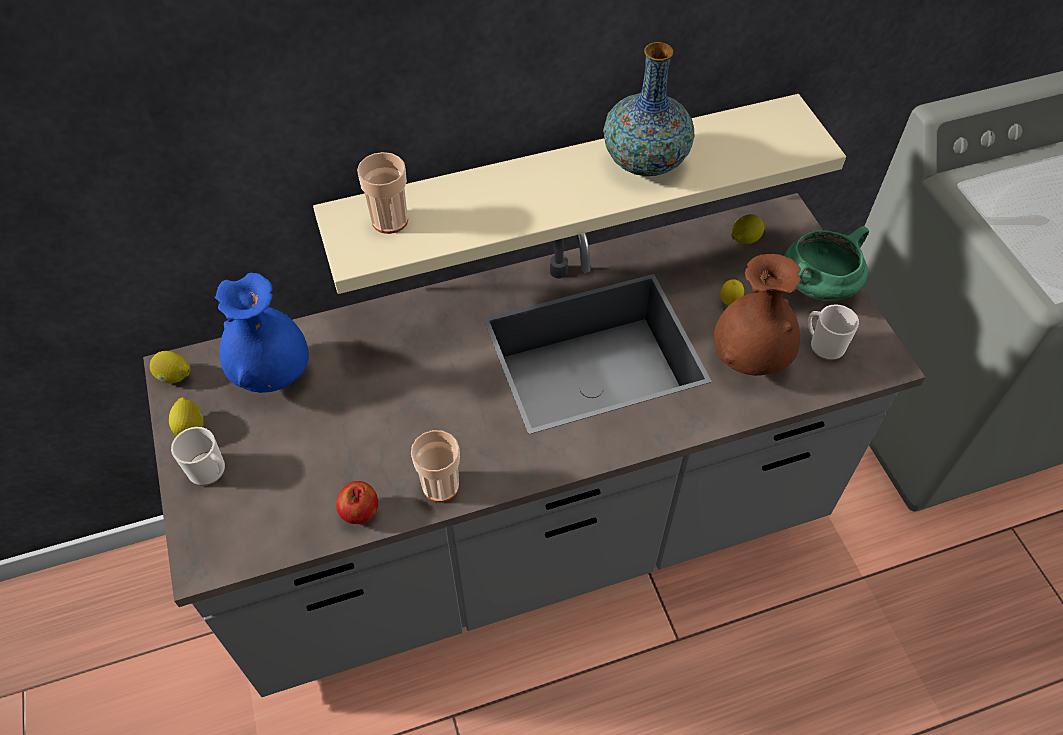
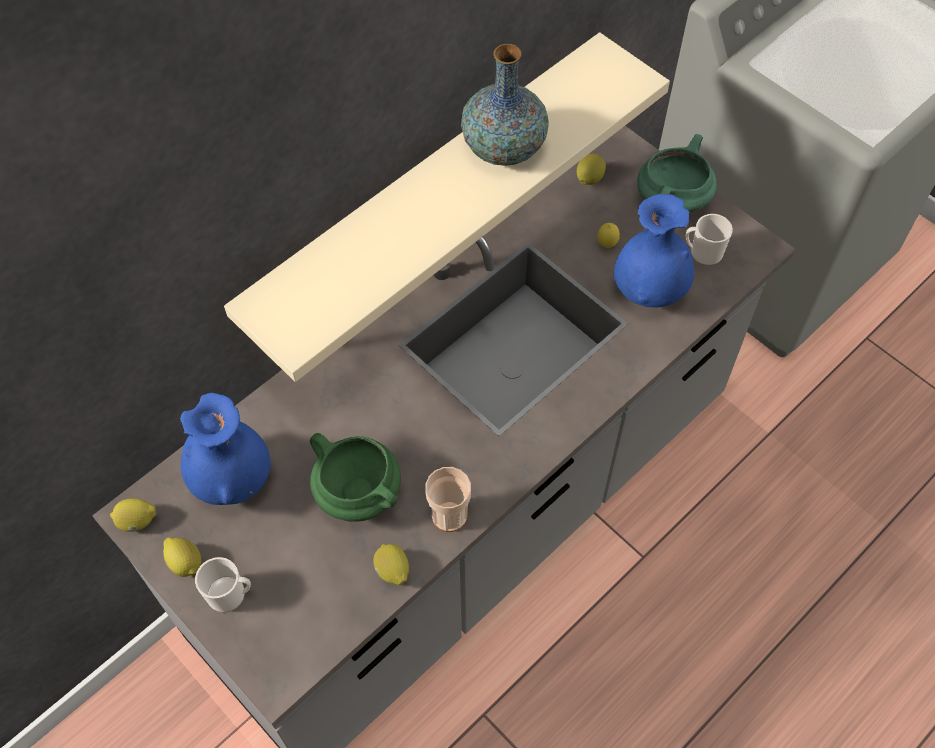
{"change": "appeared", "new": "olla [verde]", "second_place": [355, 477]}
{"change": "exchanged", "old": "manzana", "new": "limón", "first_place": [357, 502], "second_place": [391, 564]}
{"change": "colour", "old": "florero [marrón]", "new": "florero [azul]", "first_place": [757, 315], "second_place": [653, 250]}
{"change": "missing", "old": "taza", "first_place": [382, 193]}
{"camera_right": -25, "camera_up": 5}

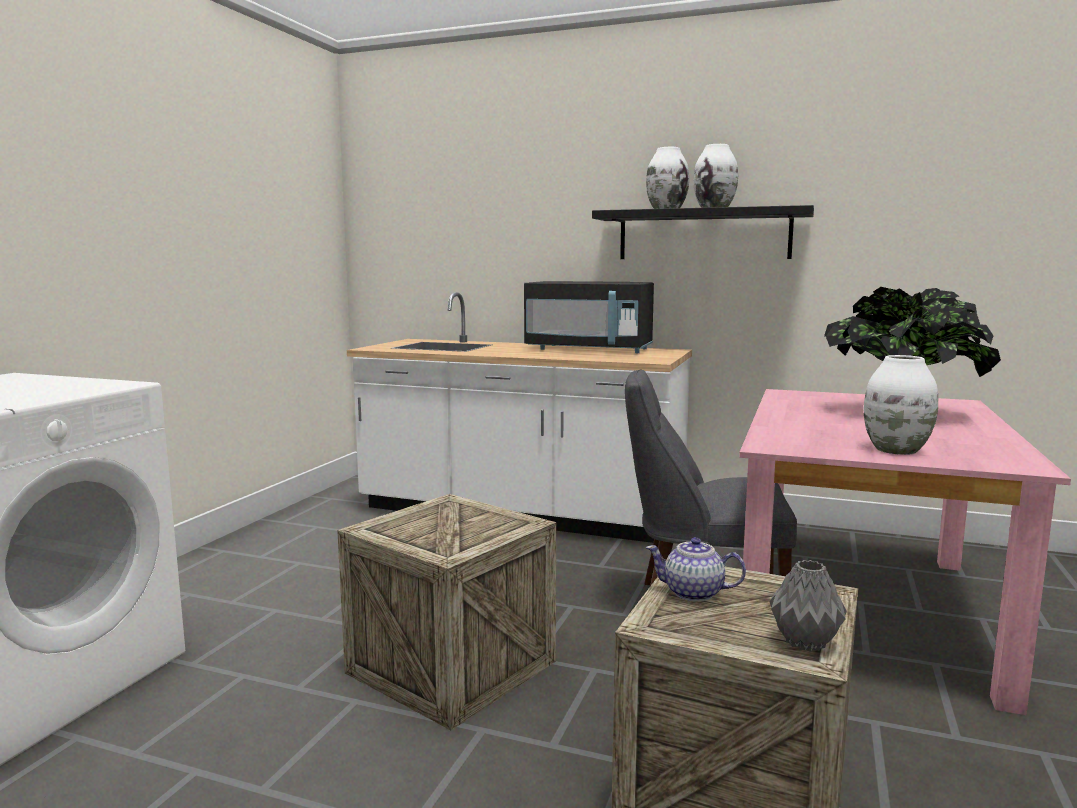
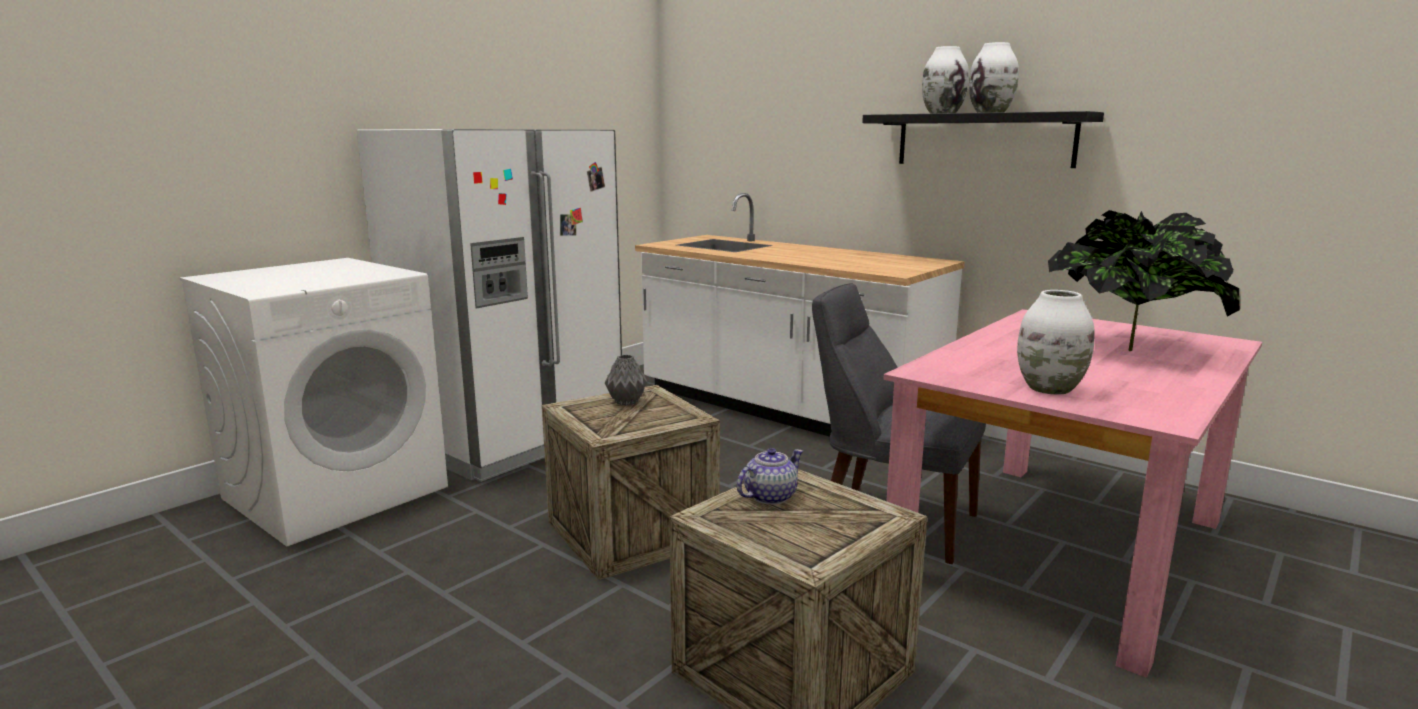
{"change": "appeared", "new": "nevera [blanco]", "second_place": [489, 305]}
{"change": "relocated", "old": "florero [gris]", "first_place": [808, 606], "second_place": [626, 380]}
{"change": "spun", "old": "tetera", "first_place": [696, 569], "second_place": [770, 476], "degrees": 105}
{"change": "missing", "old": "microondas [negro]", "first_place": [589, 317]}
{"camera_right": 20, "camera_up": 5}

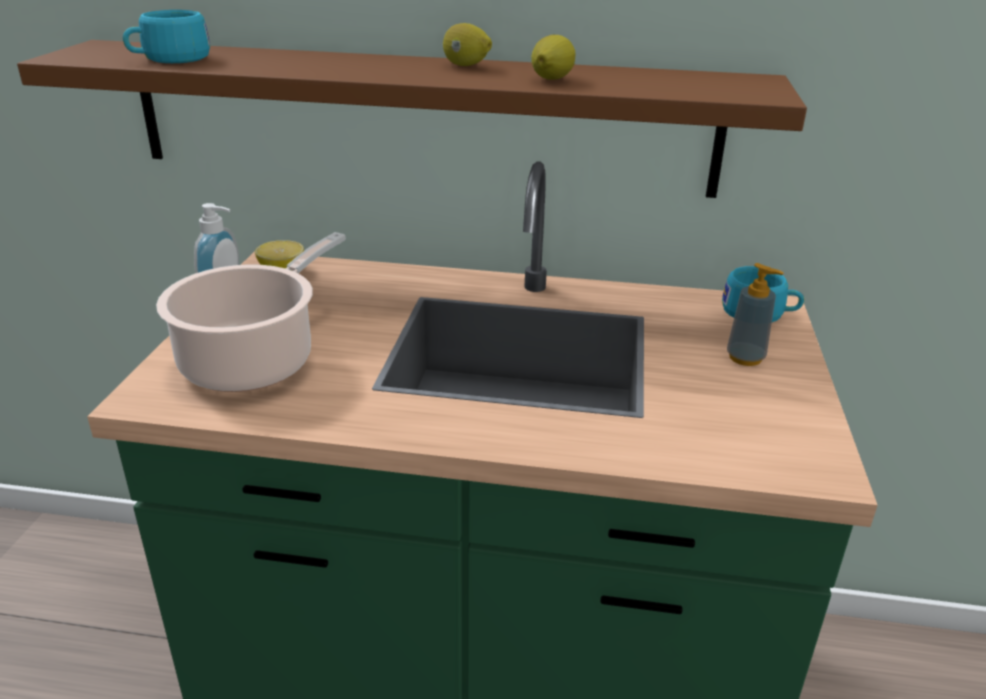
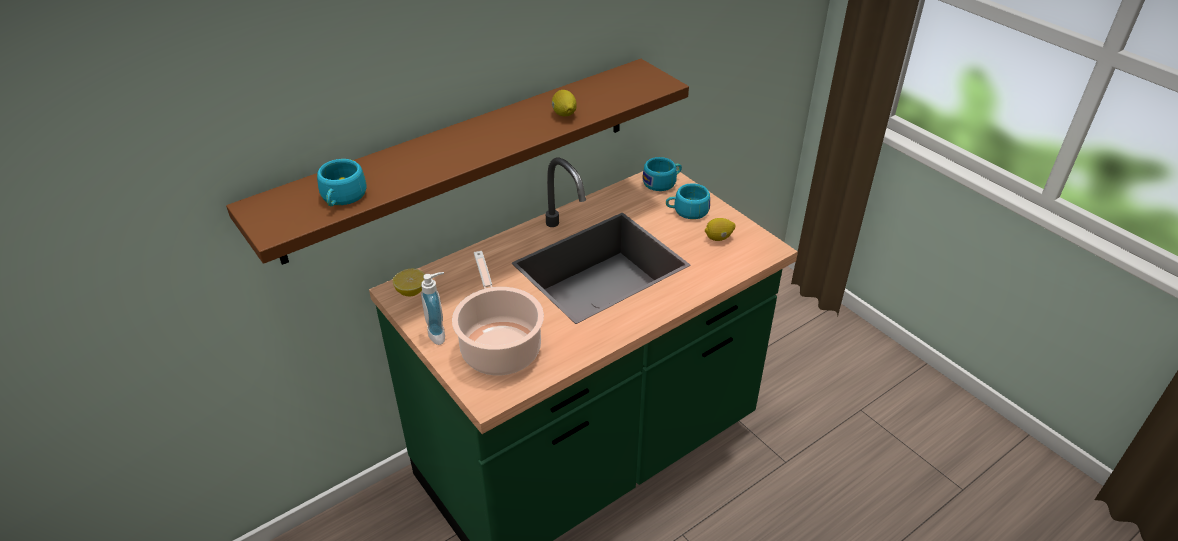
{"change": "exchanged", "old": "dispensador de jabón", "new": "taza [turquesa]", "first_place": [755, 314], "second_place": [688, 201]}
{"change": "relocated", "old": "limón", "first_place": [467, 44], "second_place": [720, 229]}
{"camera_right": -45, "camera_up": 10}

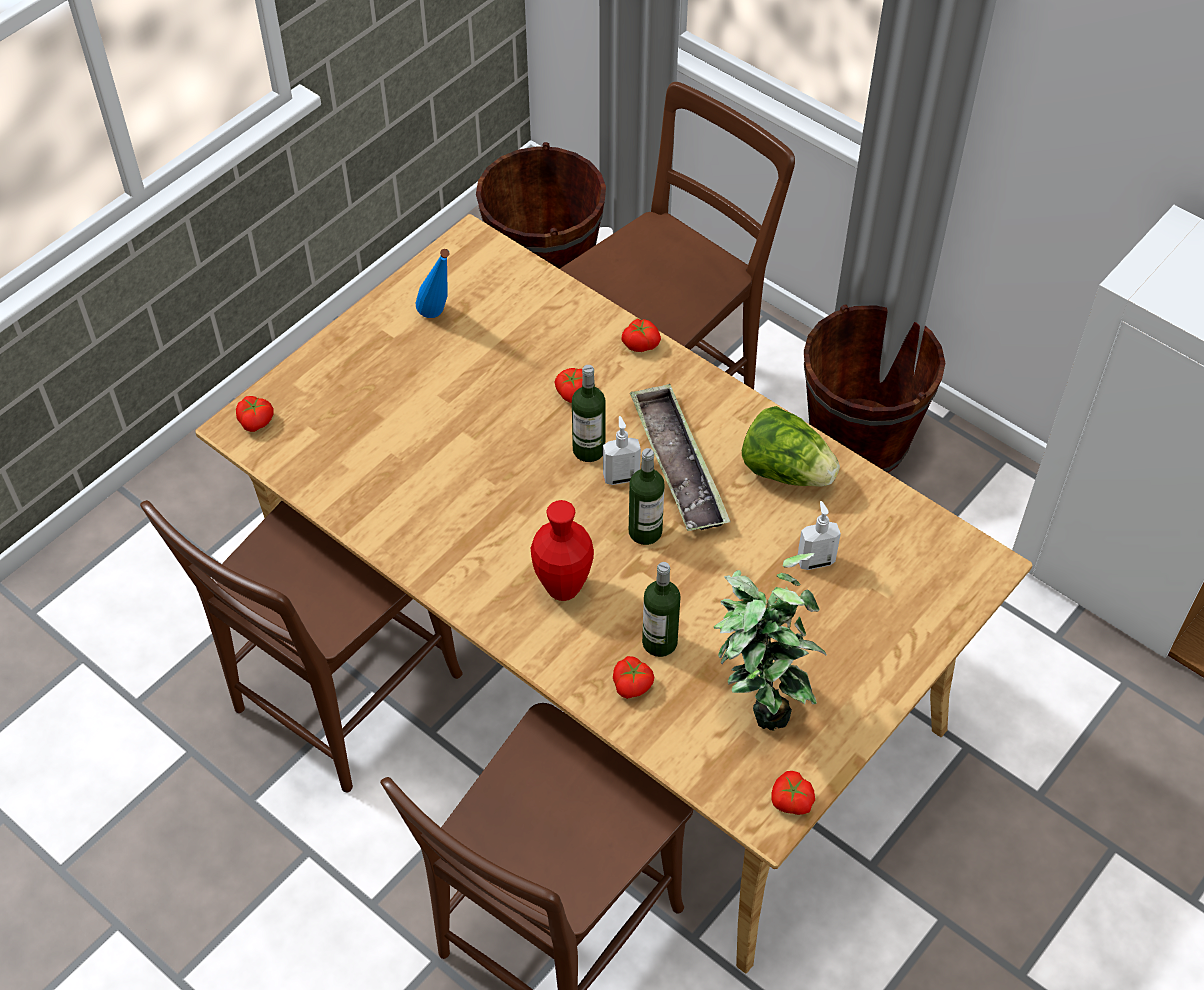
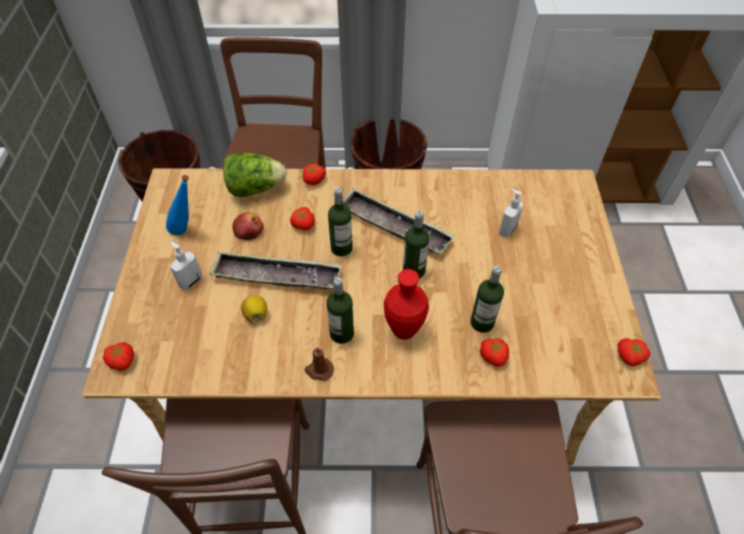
{"change": "relocated", "old": "dispensador de jabón", "first_place": [622, 450], "second_place": [186, 266]}
{"change": "appeared", "new": "bandeja", "second_place": [275, 270]}
{"change": "relocated", "old": "lechuga", "first_place": [791, 446], "second_place": [254, 175]}
{"change": "appeared", "new": "manzana", "second_place": [247, 226]}
{"change": "appeared", "new": "limón", "second_place": [254, 309]}
{"change": "appeared", "new": "vela [marrón]", "second_place": [319, 364]}
{"change": "appeared", "new": "botella", "second_place": [340, 310]}
{"change": "missing", "old": "planta en maceta", "first_place": [770, 642]}
{"camera_right": -40, "camera_up": 0}

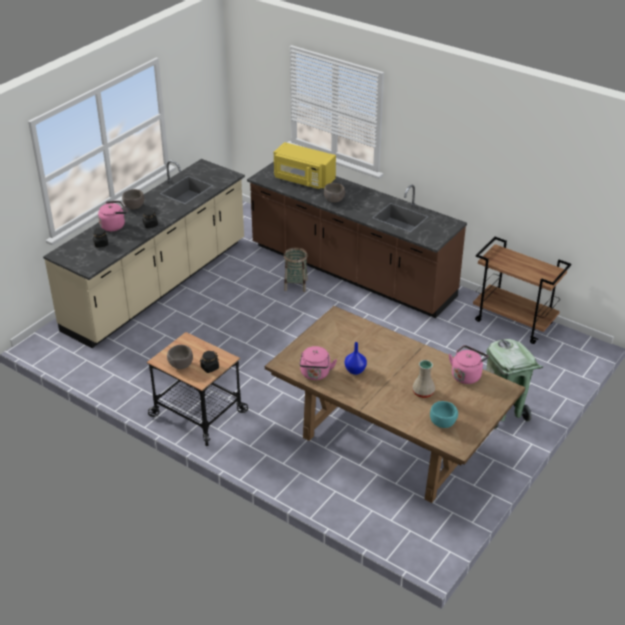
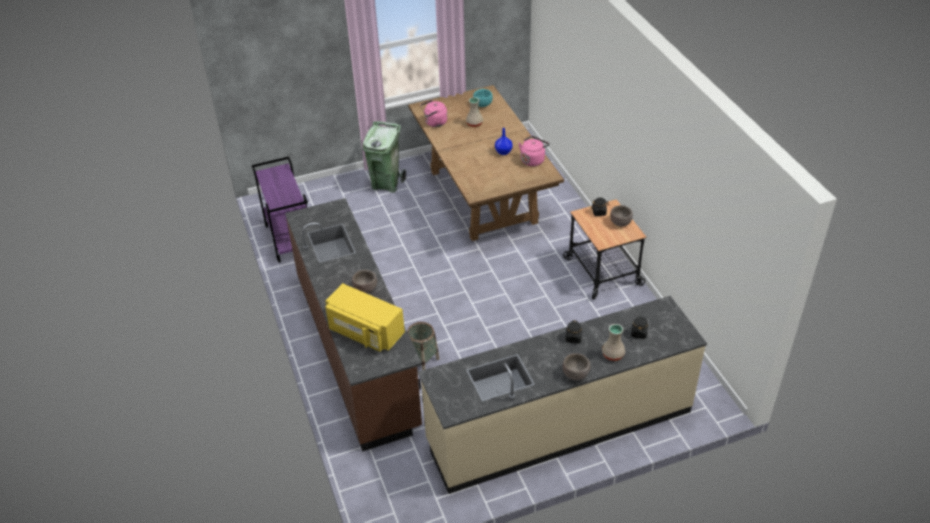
{"change": "colour", "old": "carrito [marrón]", "new": "carrito [morado]", "first_place": [522, 290], "second_place": [279, 210]}
{"change": "spun", "old": "microondas [amarillo]", "first_place": [305, 165], "second_place": [365, 317], "degrees": 150}
{"change": "exchanged", "old": "hervidor [rosa]", "new": "florero [beis]", "first_place": [112, 216], "second_place": [613, 342]}
{"camera_right": -145, "camera_up": 5}

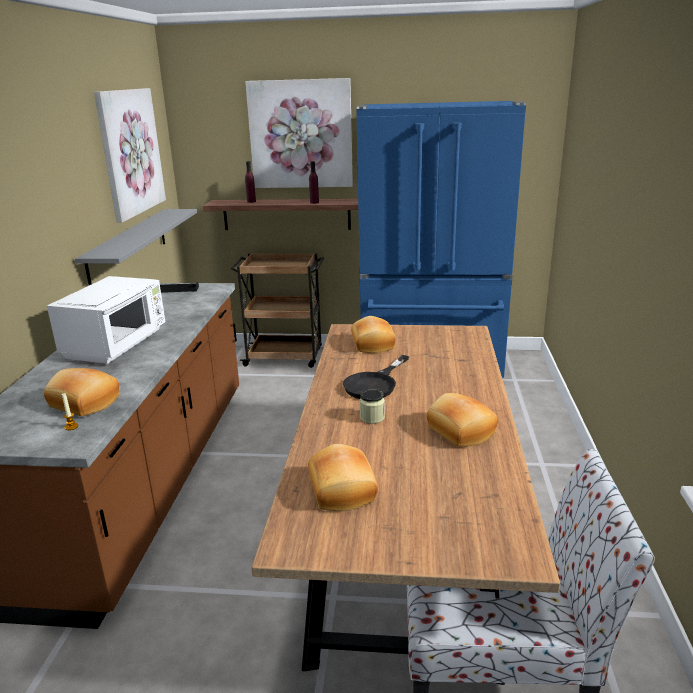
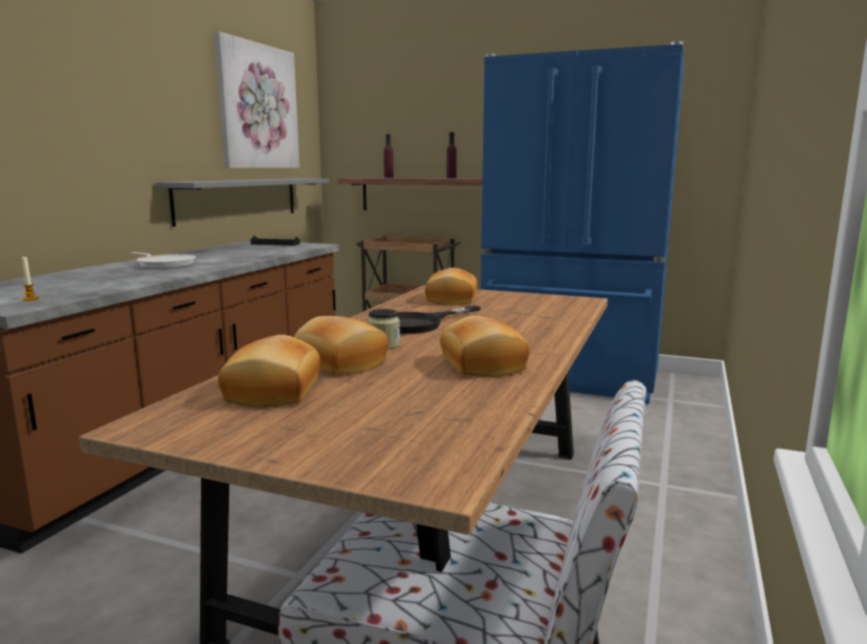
{"change": "exchanged", "old": "microondas [blanco]", "new": "sartén", "first_place": [106, 320], "second_place": [163, 260]}
{"change": "relocated", "old": "pan", "first_place": [81, 392], "second_place": [341, 345]}
{"change": "missing", "old": "cuadro", "first_place": [299, 133]}
{"camera_right": 15, "camera_up": -10}

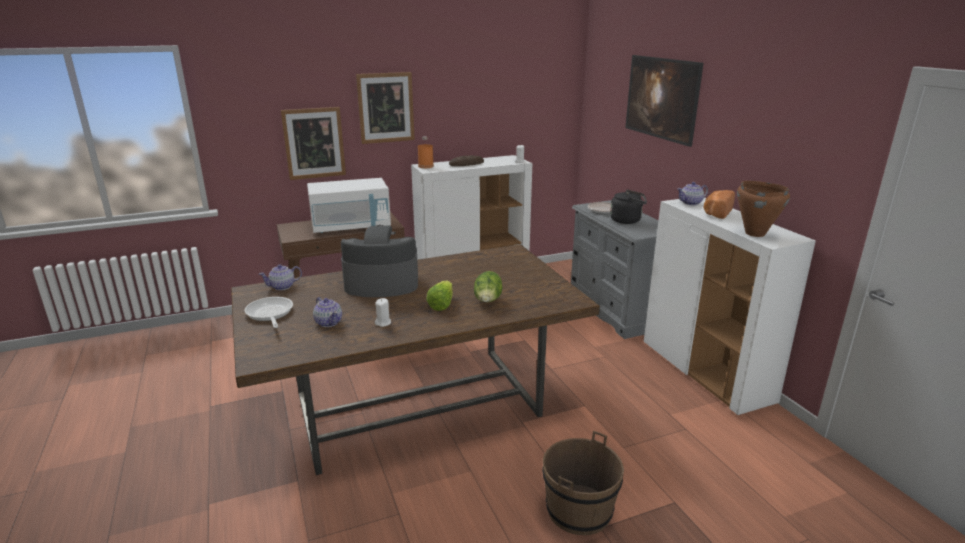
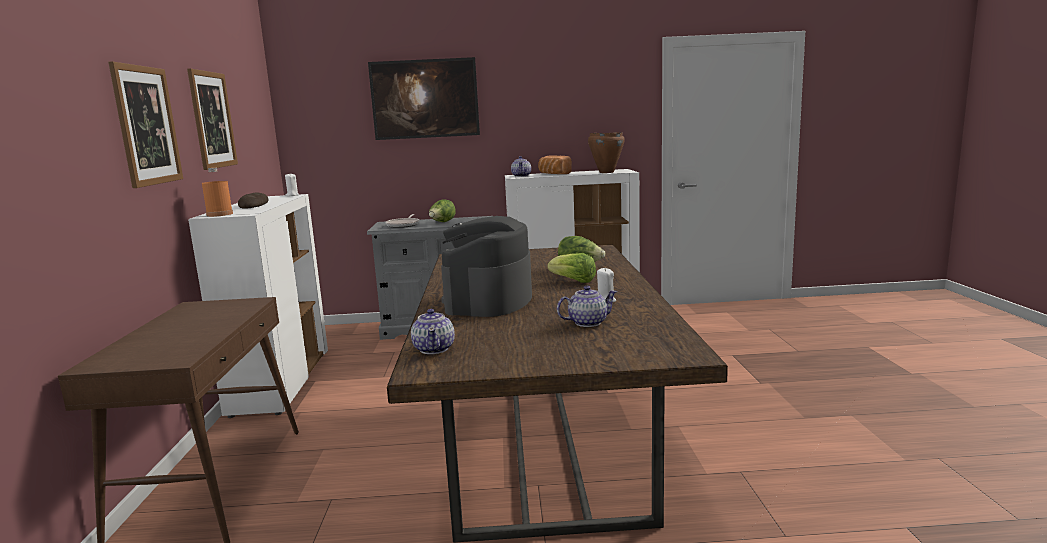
{"change": "relocated", "old": "cuadro", "first_place": [313, 143], "second_place": [212, 119]}
{"change": "exchanged", "old": "hervidor [negro]", "new": "lechuga", "first_place": [628, 207], "second_place": [442, 210]}
{"change": "missing", "old": "sartén", "first_place": [269, 312]}
{"change": "missing", "old": "microondas [blanco]", "first_place": [349, 205]}
{"change": "missing", "old": "cubo [marrón]", "first_place": [583, 483]}
{"camera_right": -70, "camera_up": -10}

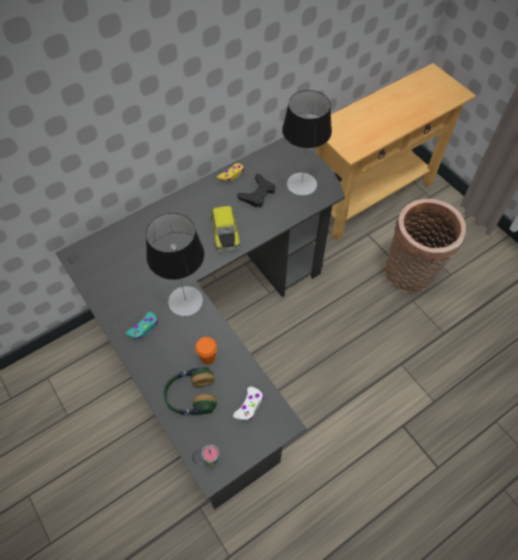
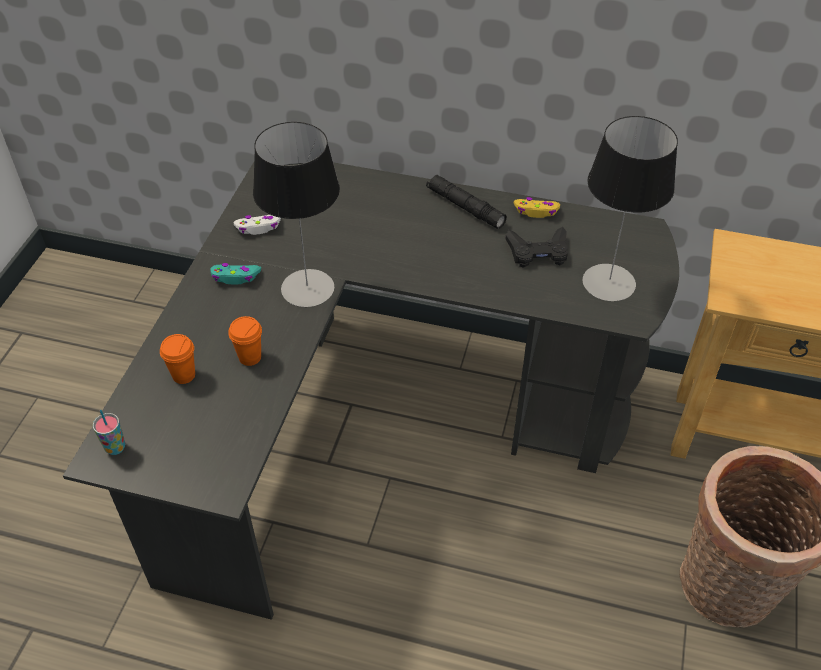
{"change": "exchanged", "old": "auriculares", "new": "taza [naranja]", "first_place": [190, 391], "second_place": [177, 359]}
{"change": "relocated", "old": "mando de consola [blanco]", "first_place": [248, 403], "second_place": [257, 225]}
{"change": "appeared", "new": "linterna [negro]", "second_place": [466, 202]}
{"change": "missing", "old": "coche de juguete", "first_place": [225, 228]}
{"camera_right": 50, "camera_up": -10}

